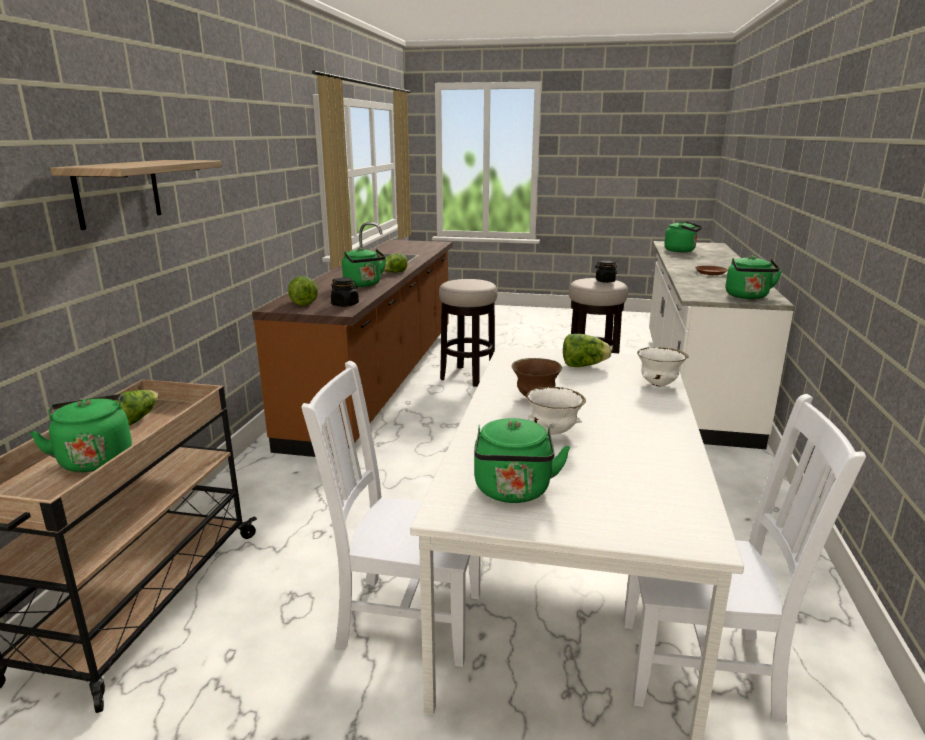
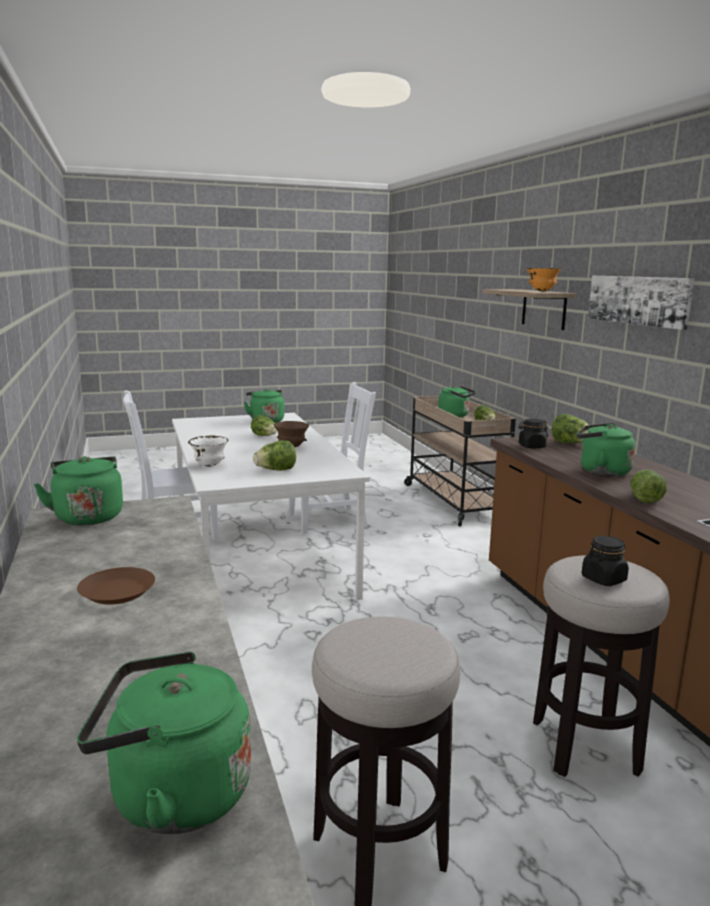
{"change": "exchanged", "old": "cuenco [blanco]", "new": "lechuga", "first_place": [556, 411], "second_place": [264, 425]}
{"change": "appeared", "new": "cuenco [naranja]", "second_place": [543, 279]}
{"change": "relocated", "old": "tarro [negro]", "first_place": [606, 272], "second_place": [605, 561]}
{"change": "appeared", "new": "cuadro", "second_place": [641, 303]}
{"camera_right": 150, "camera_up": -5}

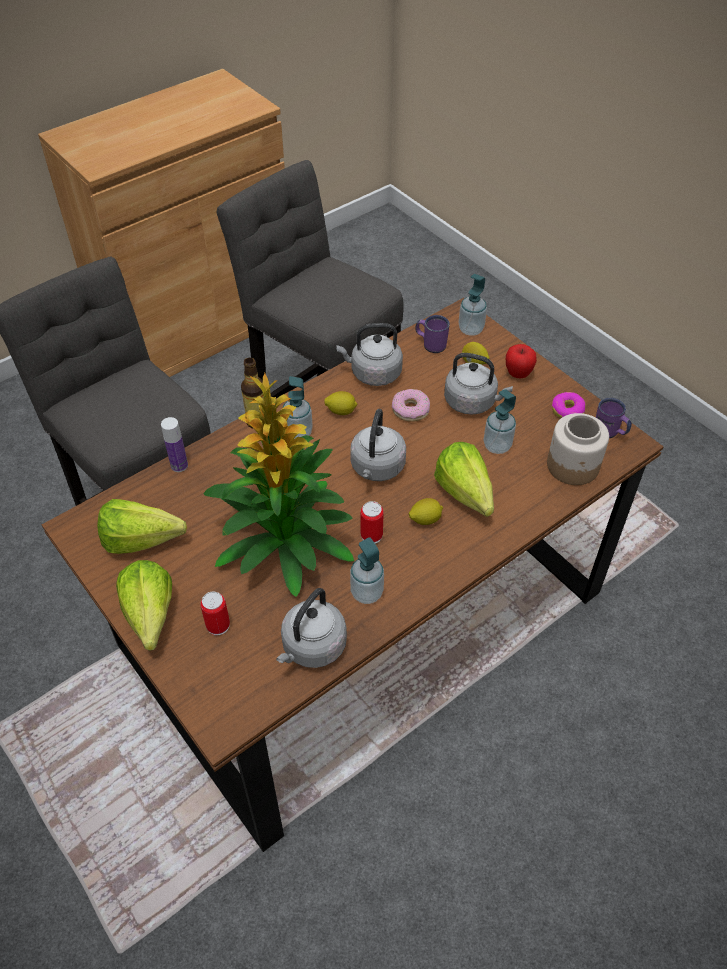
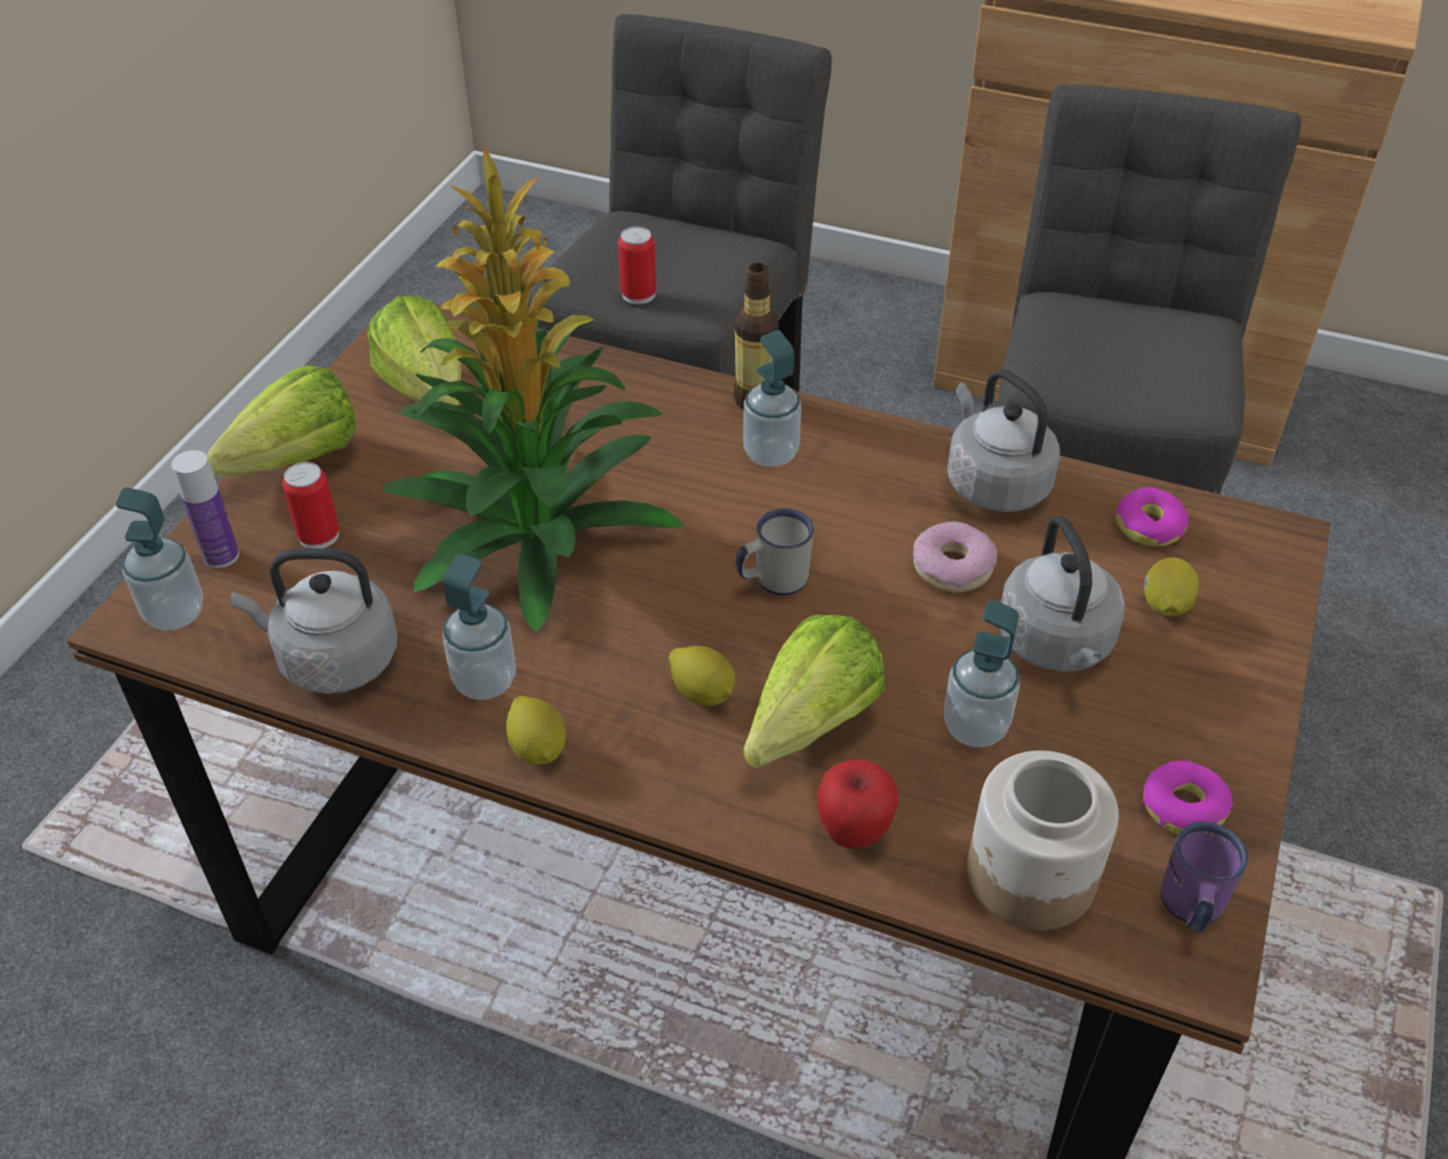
{"change": "relocated", "old": "dispensador de jabón", "first_place": [473, 305], "second_place": [159, 559]}
{"change": "relocated", "old": "botella", "first_place": [174, 444], "second_place": [205, 509]}
{"change": "relocated", "old": "limón", "first_place": [341, 403], "second_place": [536, 729]}
{"change": "relocated", "old": "lata", "first_place": [372, 522], "second_place": [637, 265]}
{"change": "exchanged", "old": "hervidor [gris]", "new": "taza grande [blanco]", "first_place": [378, 445], "second_place": [775, 551]}
{"change": "relocated", "old": "manzana", "first_place": [521, 361], "second_place": [858, 804]}
{"change": "exchanged", "old": "taza grande [morado]", "new": "rosquilla", "first_place": [433, 334], "second_place": [1152, 516]}
{"camera_right": 60, "camera_up": -5}

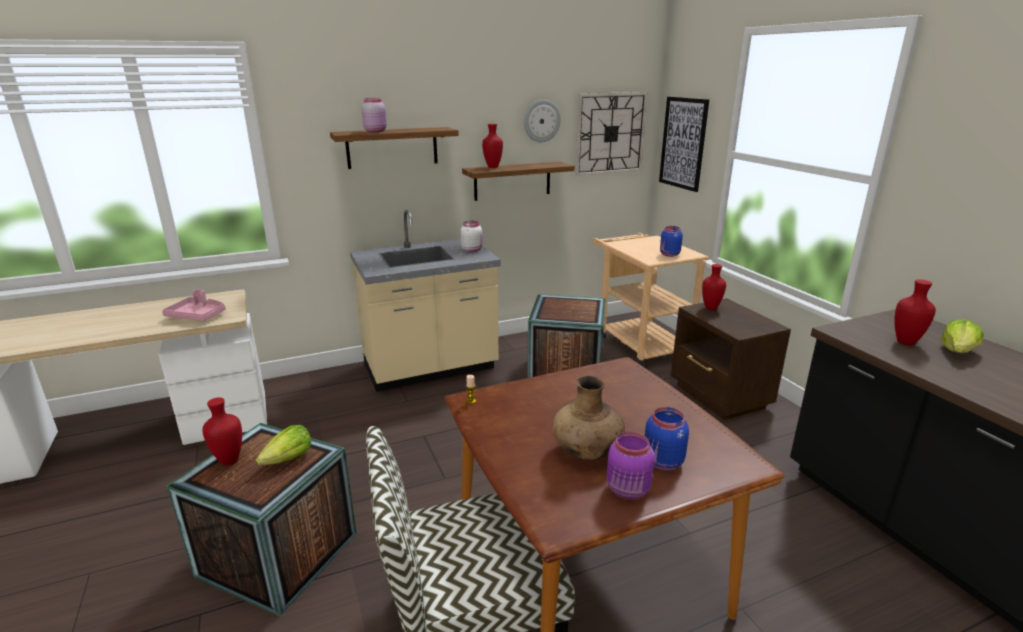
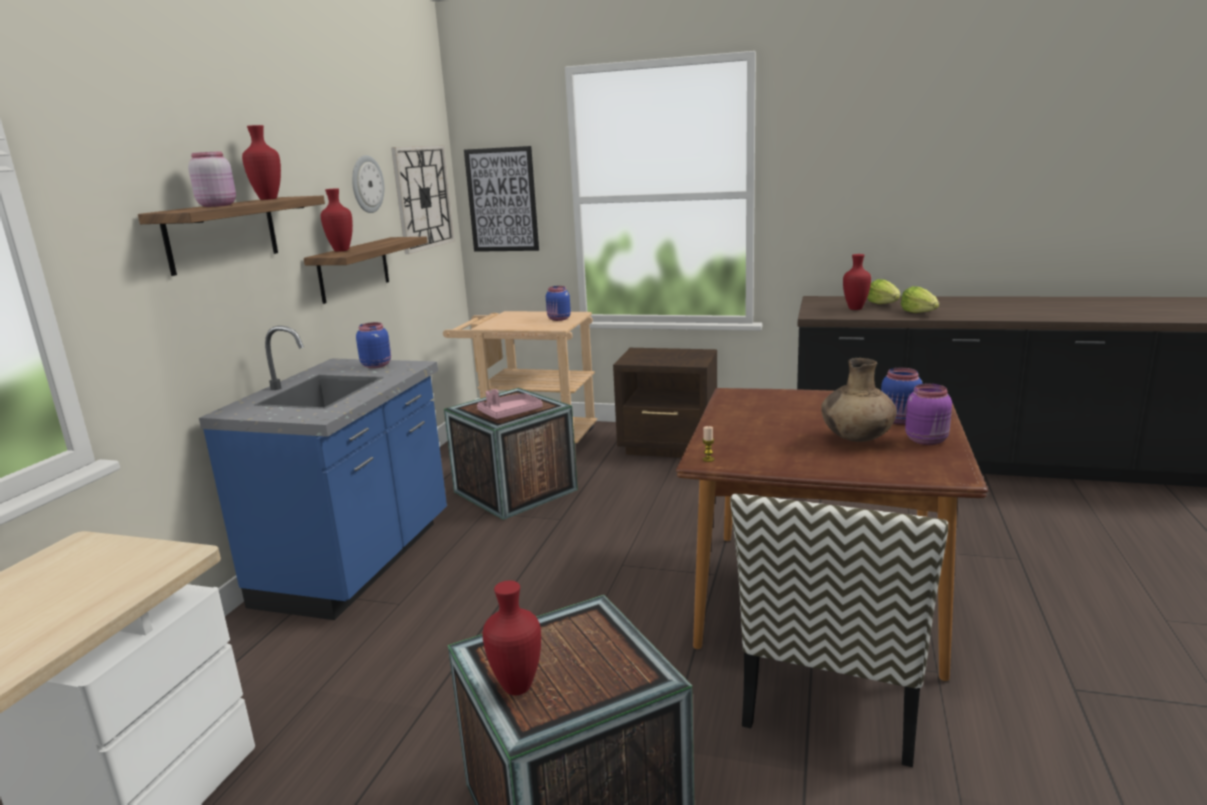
{"change": "colour", "old": "mueble bajo de cocina [beis]", "new": "mueble bajo de cocina [azul]", "first_place": [425, 301], "second_place": [323, 473]}
{"change": "relocated", "old": "florero [rojo]", "first_place": [714, 287], "second_place": [261, 162]}
{"change": "colour", "old": "tarro [blanco]", "new": "tarro [azul]", "first_place": [471, 236], "second_place": [373, 345]}
{"change": "relocated", "old": "bandeja [rosa]", "first_place": [194, 305], "second_place": [510, 404]}
{"change": "relocated", "old": "lechuga", "first_place": [283, 445], "second_place": [920, 299]}
{"camera_right": -50, "camera_up": -5}

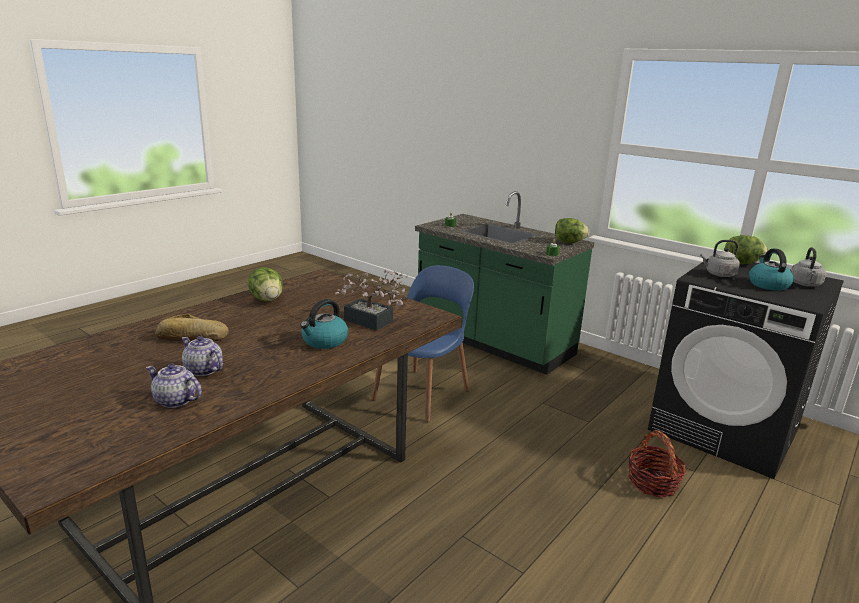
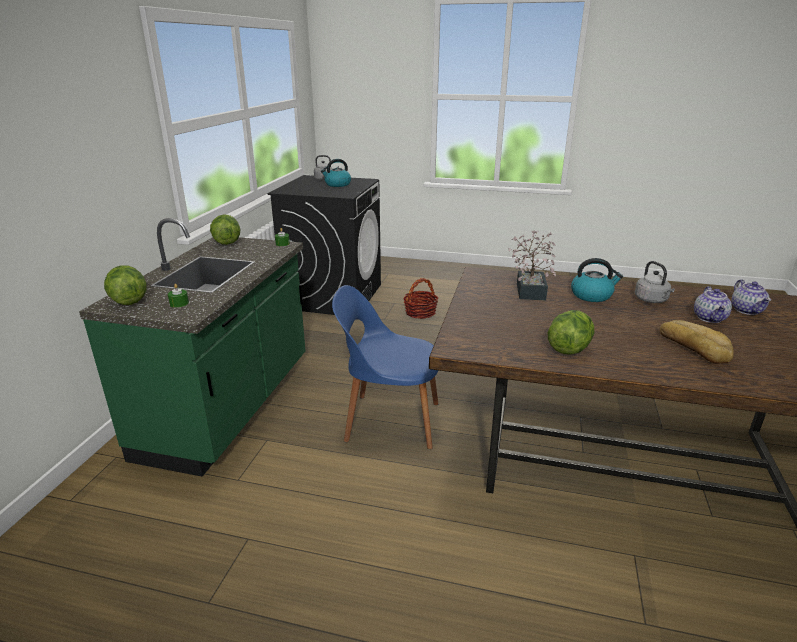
{"change": "relocated", "old": "lechuga", "first_place": [746, 249], "second_place": [125, 285]}
{"change": "relocated", "old": "hervidor [gris]", "first_place": [720, 258], "second_place": [655, 282]}
{"camera_right": -115, "camera_up": 5}

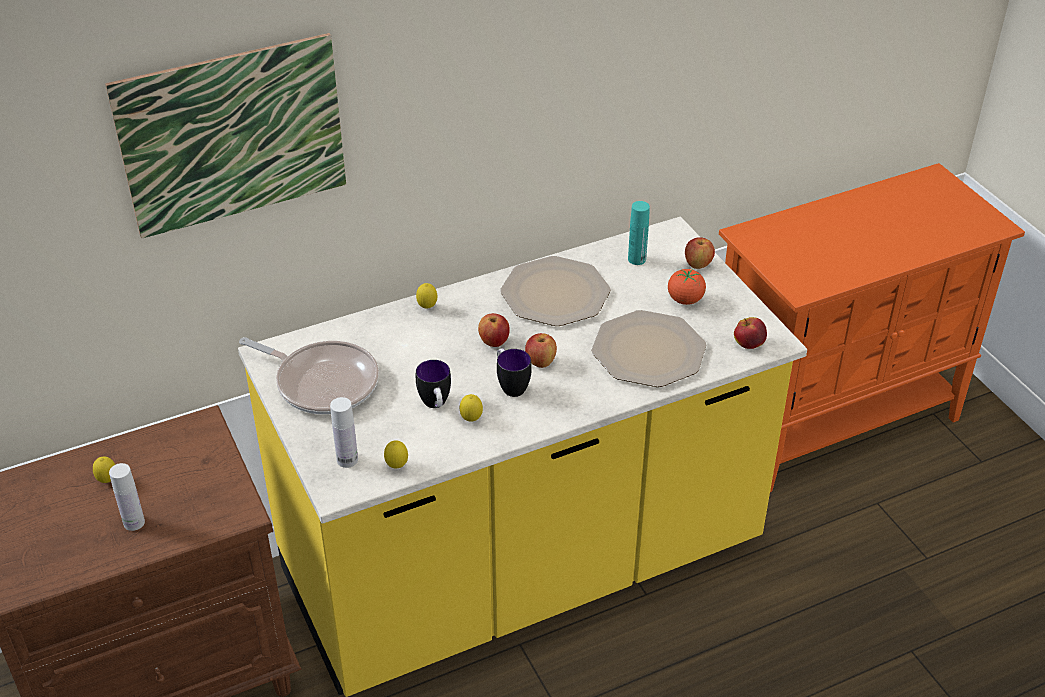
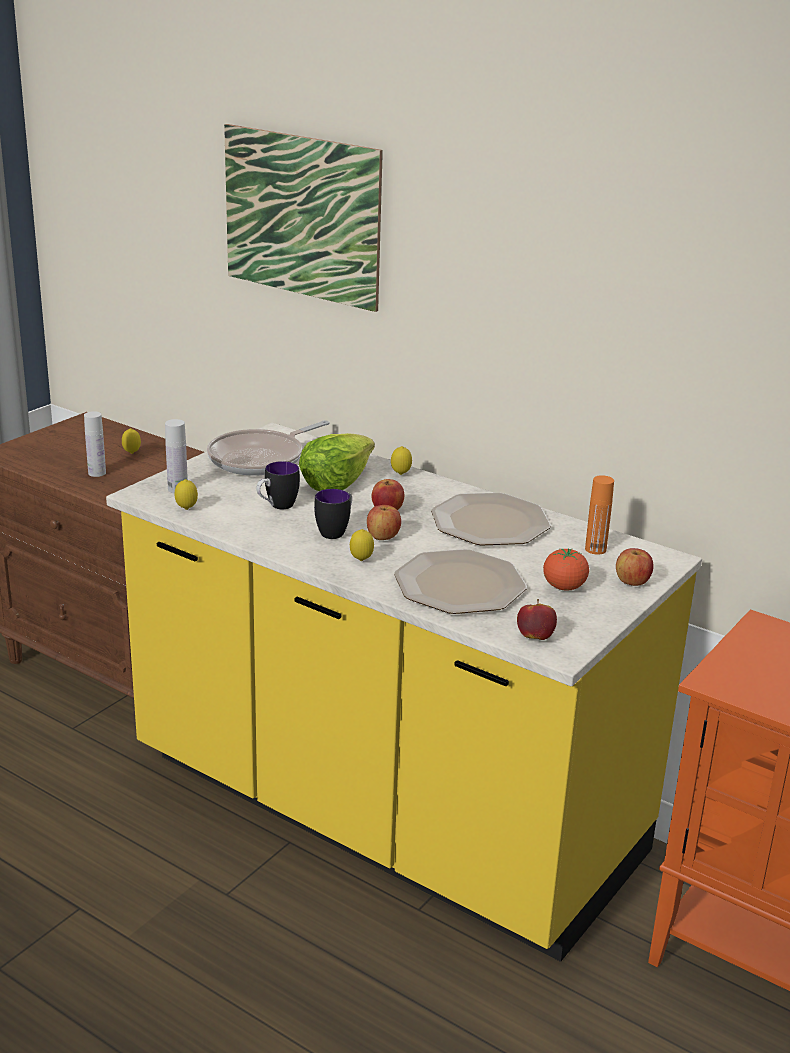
{"change": "spun", "old": "sartén", "first_place": [309, 375], "second_place": [268, 448], "degrees": 45}
{"change": "appeared", "new": "lechuga", "second_place": [337, 462]}
{"change": "relocated", "old": "limón", "first_place": [471, 408], "second_place": [362, 545]}
{"change": "colour", "old": "botella [turquesa]", "new": "botella [naranja]", "first_place": [639, 233], "second_place": [599, 515]}
{"camera_right": 60, "camera_up": -15}

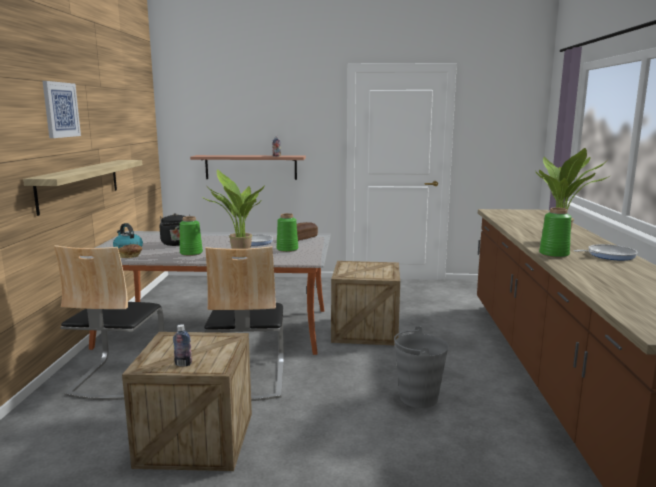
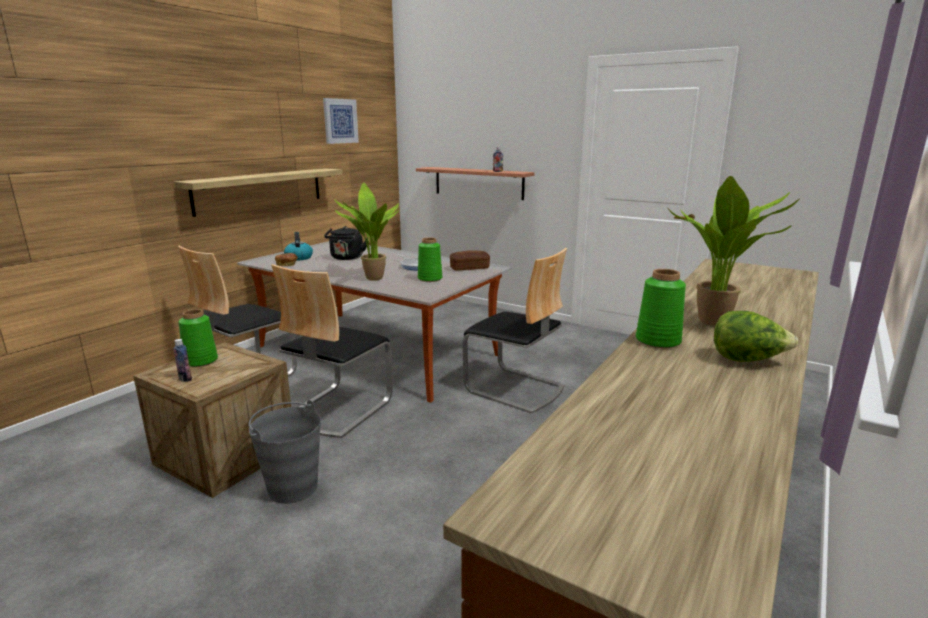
{"change": "relocated", "old": "florero [verde]", "first_place": [191, 236], "second_place": [198, 338]}
{"change": "relocated", "old": "cubo [gris]", "first_place": [421, 367], "second_place": [285, 452]}
{"change": "relocated", "old": "cuadro", "first_place": [62, 109], "second_place": [341, 121]}
{"change": "exchanged", "old": "caja de embalaje", "new": "silla", "first_place": [365, 303], "second_place": [514, 331]}
{"change": "exchanged", "old": "sartén", "new": "lechuga", "first_place": [606, 252], "second_place": [756, 336]}
{"camera_right": 30, "camera_up": 5}

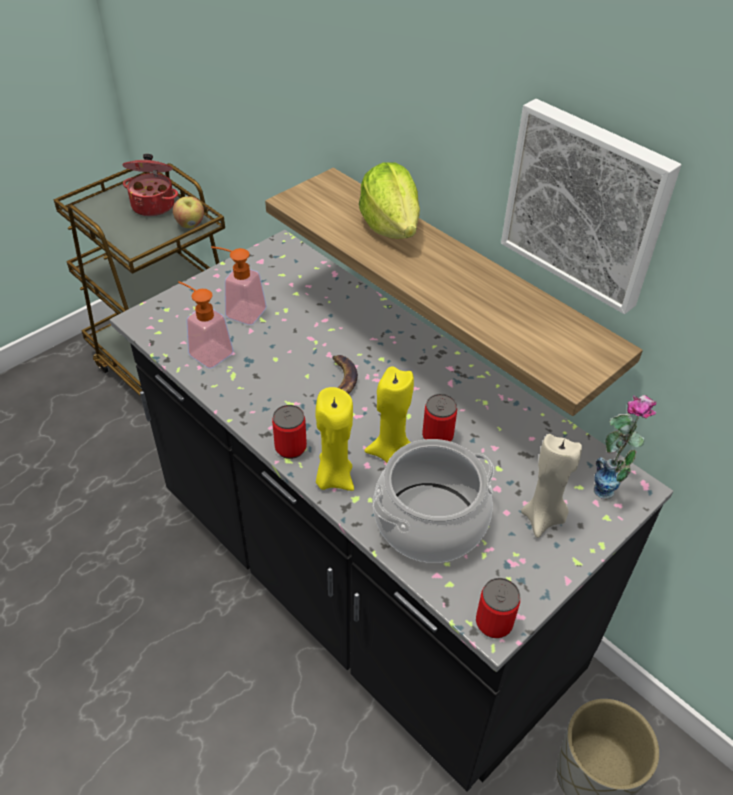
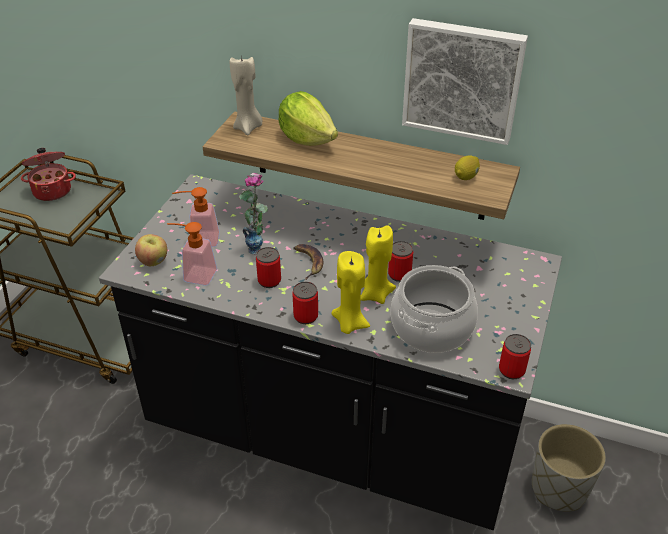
{"change": "relocated", "old": "manzana", "first_place": [188, 212], "second_place": [151, 250]}
{"change": "relocated", "old": "vela [beis]", "first_place": [551, 486], "second_place": [246, 95]}
{"change": "relocated", "old": "florero", "first_place": [625, 447], "second_place": [253, 213]}
{"change": "appeared", "new": "lata", "second_place": [268, 267]}
{"change": "appeared", "new": "limón", "second_place": [467, 167]}
{"camera_right": -25, "camera_up": -5}

